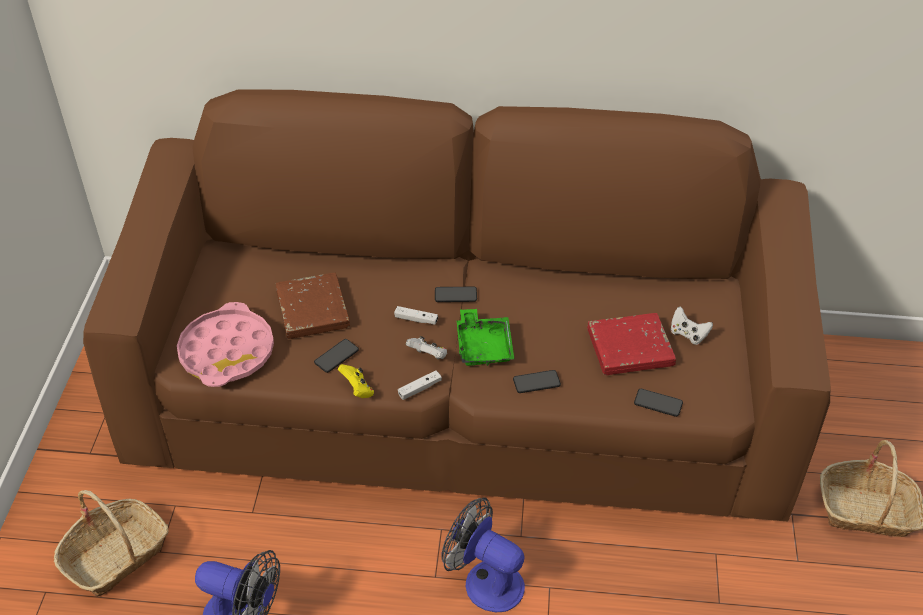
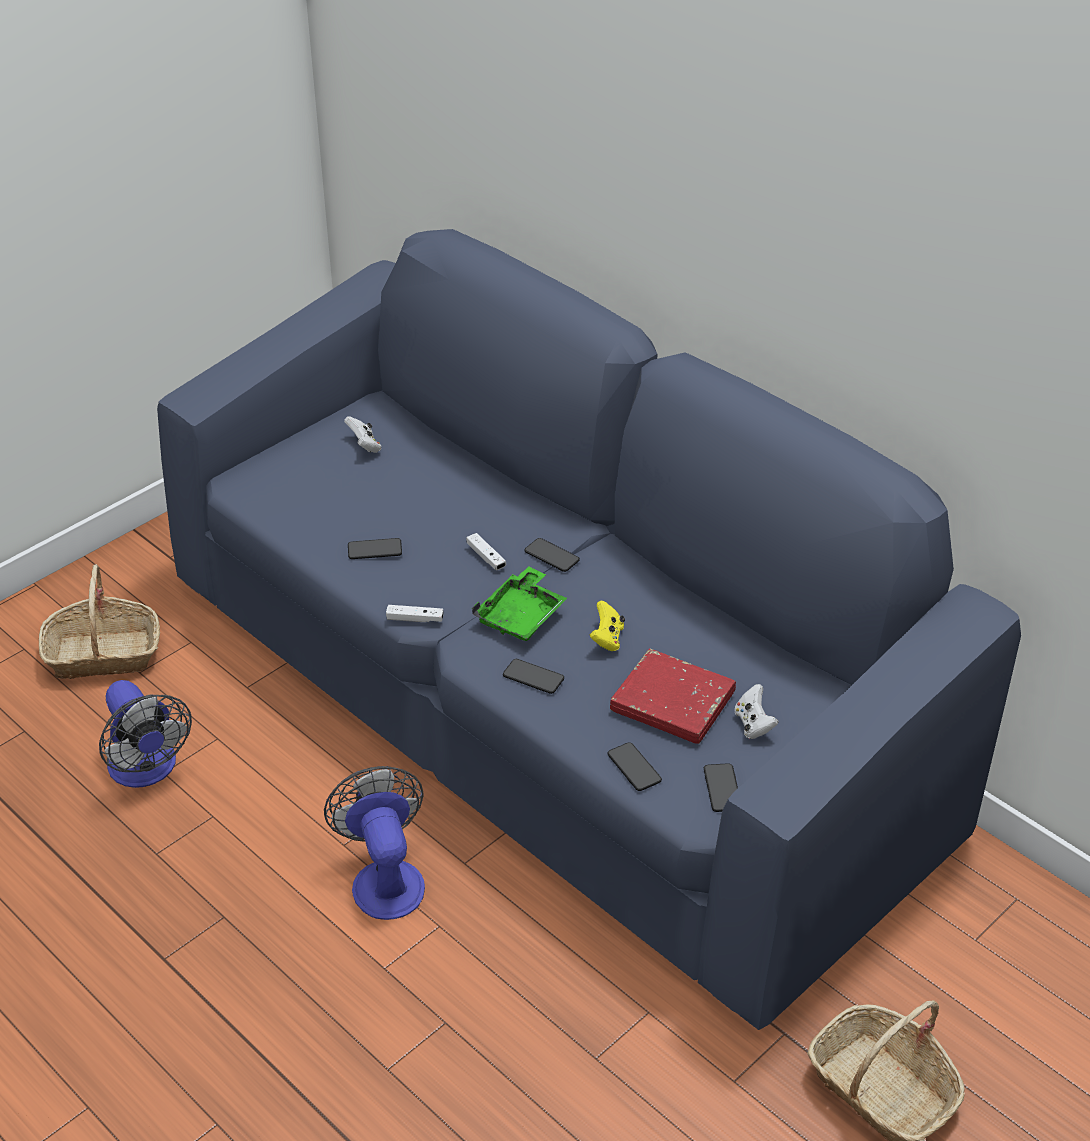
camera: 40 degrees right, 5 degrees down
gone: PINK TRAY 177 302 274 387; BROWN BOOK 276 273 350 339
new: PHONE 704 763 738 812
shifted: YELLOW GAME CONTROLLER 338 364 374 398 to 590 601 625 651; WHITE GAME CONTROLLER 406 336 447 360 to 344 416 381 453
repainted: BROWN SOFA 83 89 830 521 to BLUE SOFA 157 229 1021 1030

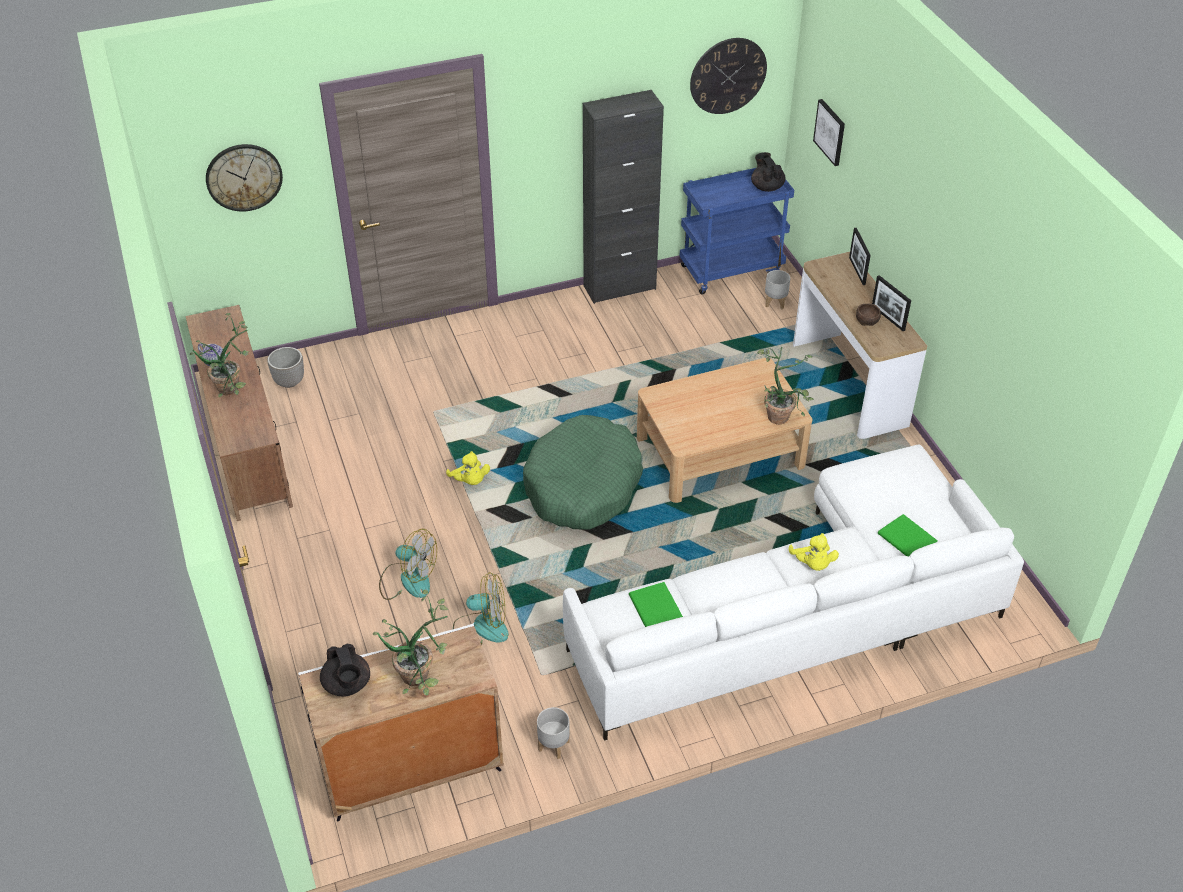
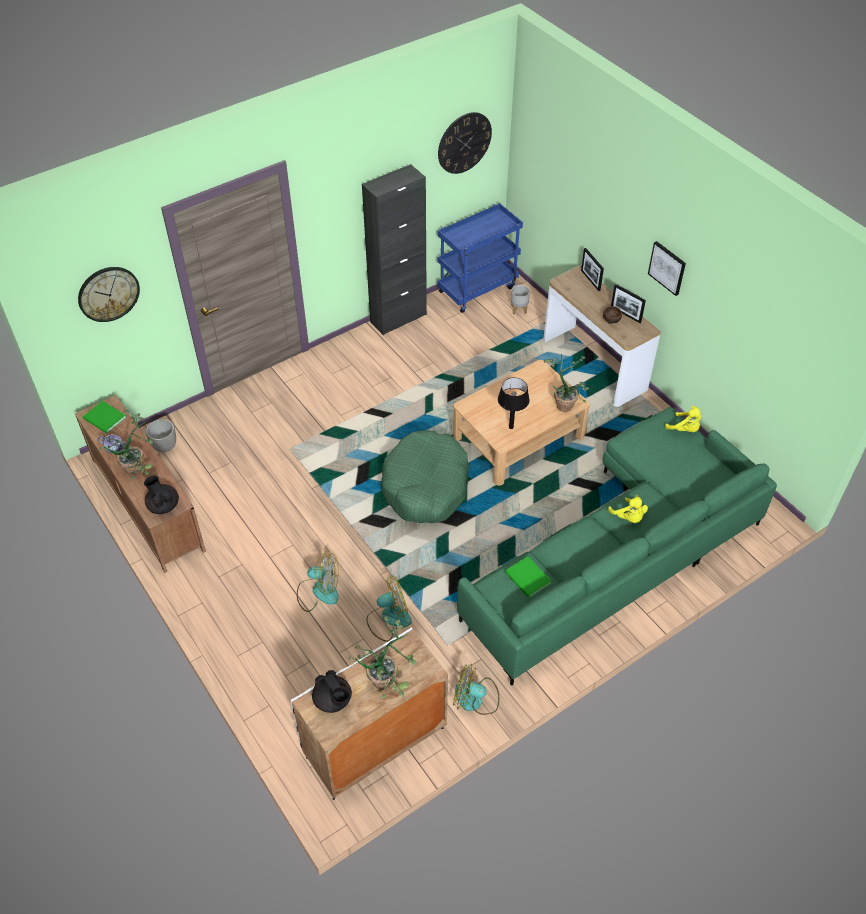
camera: 15 degrees left, 5 degrees up
new: BLACK TABLE LAMP 498 377 530 429
shifted: YELLOW PLUSH TOY 446 451 490 485 to 665 406 701 432; BLACK TEAPOT 751 152 786 192 to 144 475 179 514; PICTURE 813 99 845 166 to 648 241 686 296; GREEN BOOK 878 514 938 556 to 83 401 127 433
swapped: GREY PLANTER 537 707 570 759 to FAN 453 663 499 715
repainted: WHITE SOFA 563 444 1024 741 to GREEN SOFA 457 407 777 686

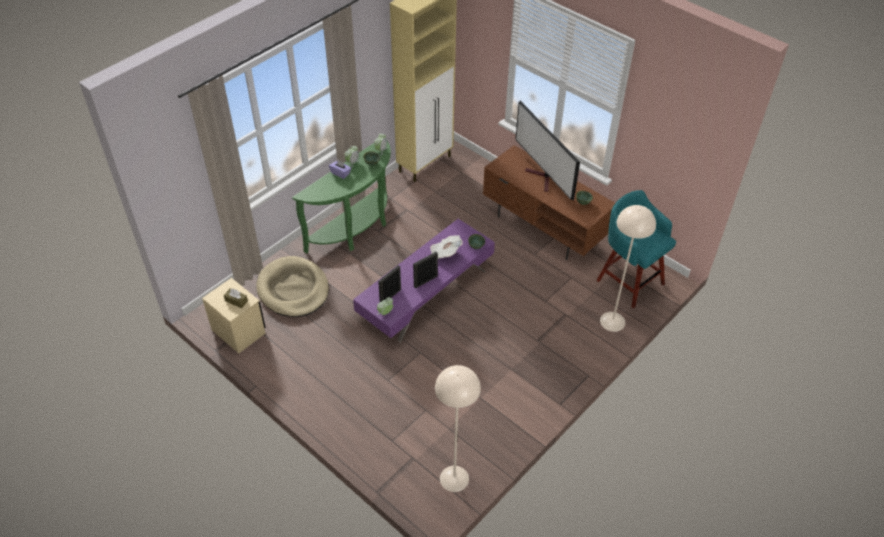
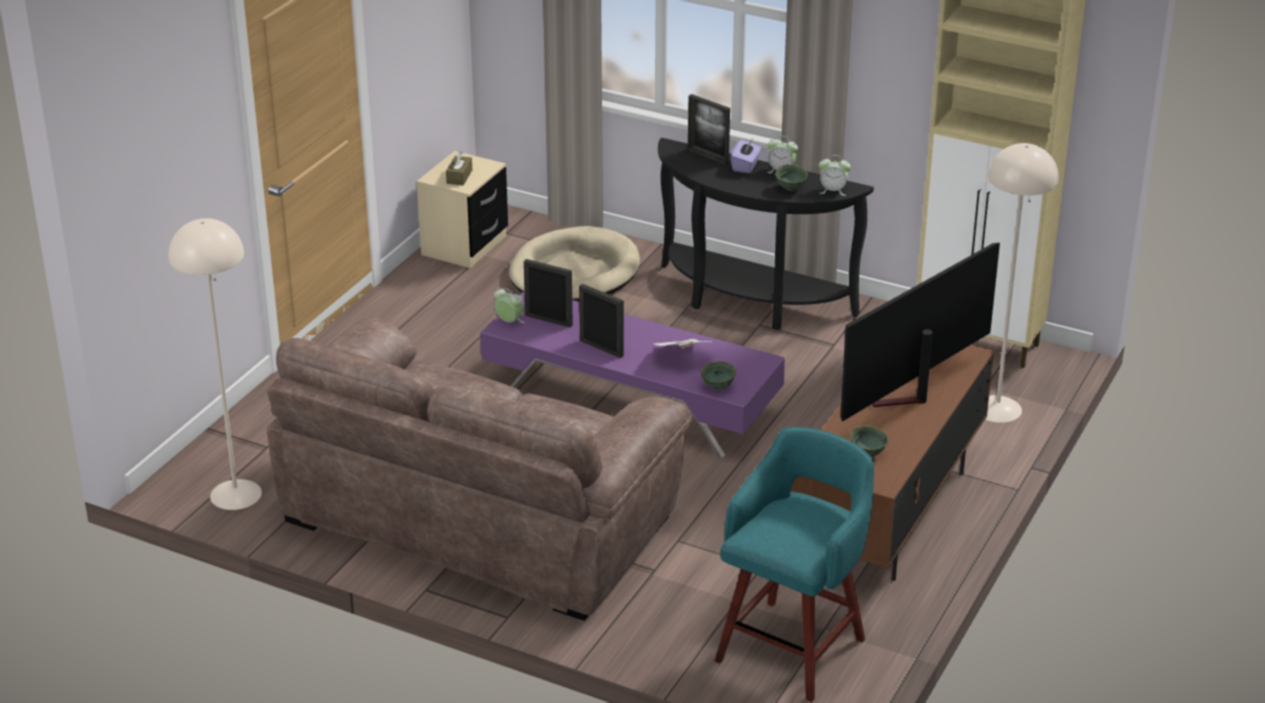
camera: 75 degrees right, 15 degrees down
new: BROWN SOFA 267 316 692 621; PICTURE FRAME 688 94 730 165
shifted: BEIGE FLOOR LAMP 600 205 656 332 to 985 143 1059 423
repainted: GREEN CONSOLE TABLE 292 141 391 254 to BLACK CONSOLE TABLE 658 138 874 330

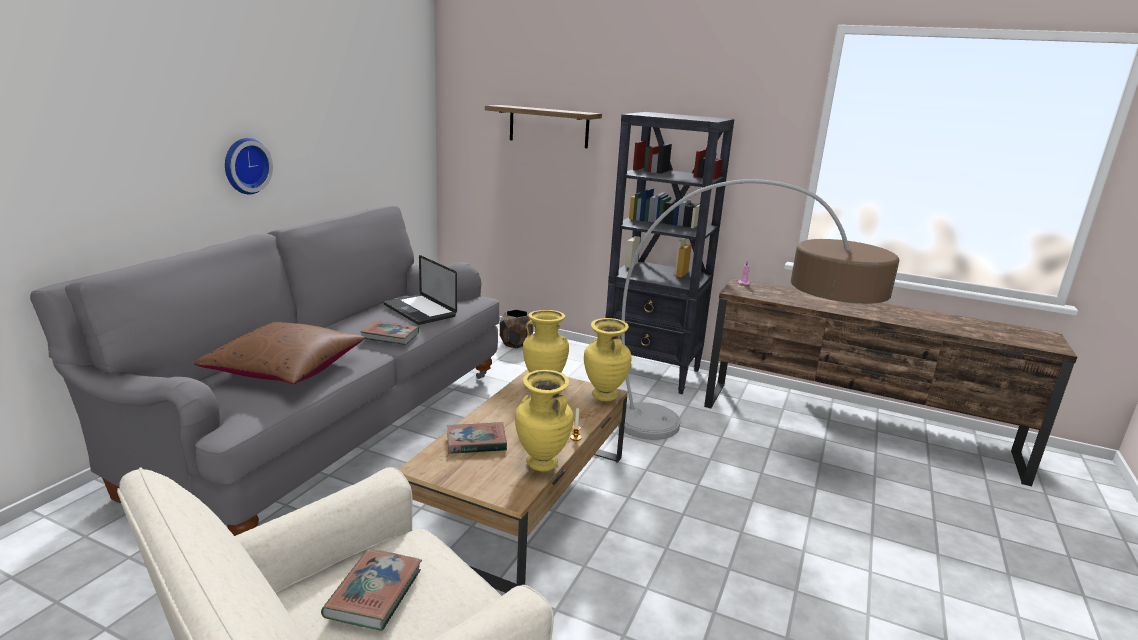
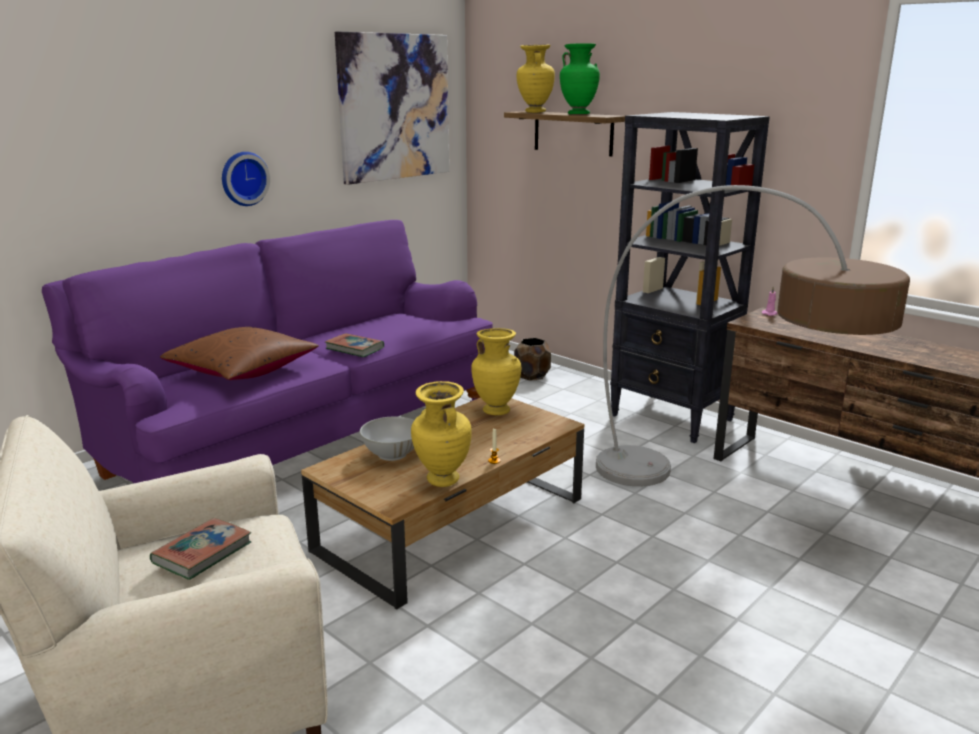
camera: 20 degrees right, 0 degrees up
gone: LAPTOP 383 255 457 325
new: PICTURE 335 32 449 185; GREEN VASE 560 43 600 114
shifted: YELLOW VASE 584 318 632 401 to 517 45 555 113
swapped: BOOK 447 422 507 454 to WHITE BOWL 360 417 414 461
repainted: GREY SOFA 30 206 500 536 to PURPLE SOFA 42 220 493 483

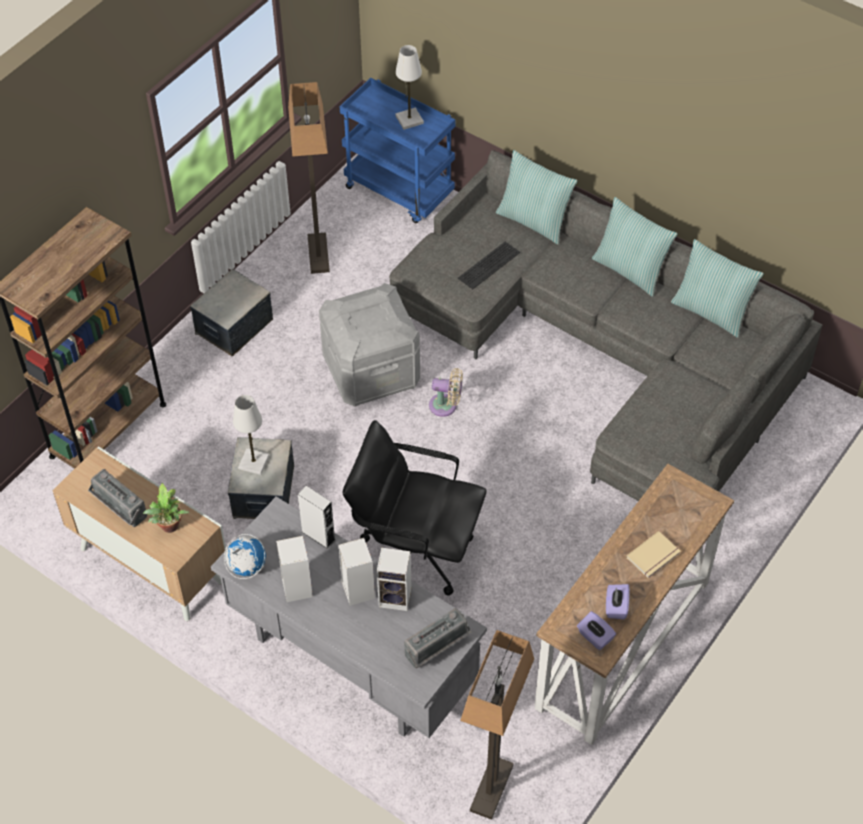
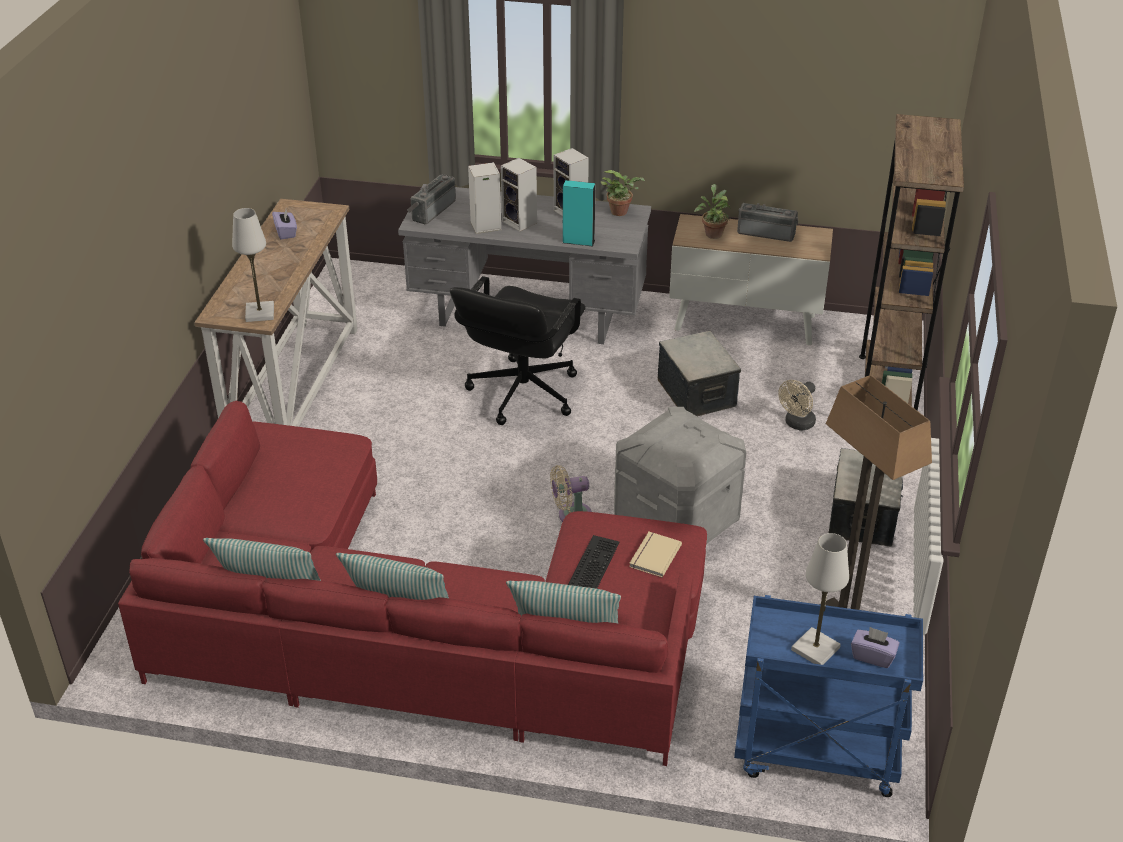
camera: 155 degrees right, 15 degrees down
gone: FLOOR LAMP 460 630 534 820
new: BEIGE FAN 778 380 816 430
shifted: WHITE TABLE LAMP 233 395 269 475 to 232 208 274 322; PURPLE TISSUE BOX 577 611 616 650 to 851 627 899 668; BEIGE BOOK 626 531 681 579 to 629 532 682 578
swapped: GLOBE 224 534 266 579 to POTTED PLANT 601 170 645 216
repainted: GREY SPEAKER 298 486 335 549 to TURQUOISE SPEAKER 562 180 595 246; GREY SOFA 389 150 822 501 to RED SOFA 118 401 707 766
rotated: BLACK OFFICE CHAIR 342 420 487 596 = 450 276 586 425 120 degrees clockwise

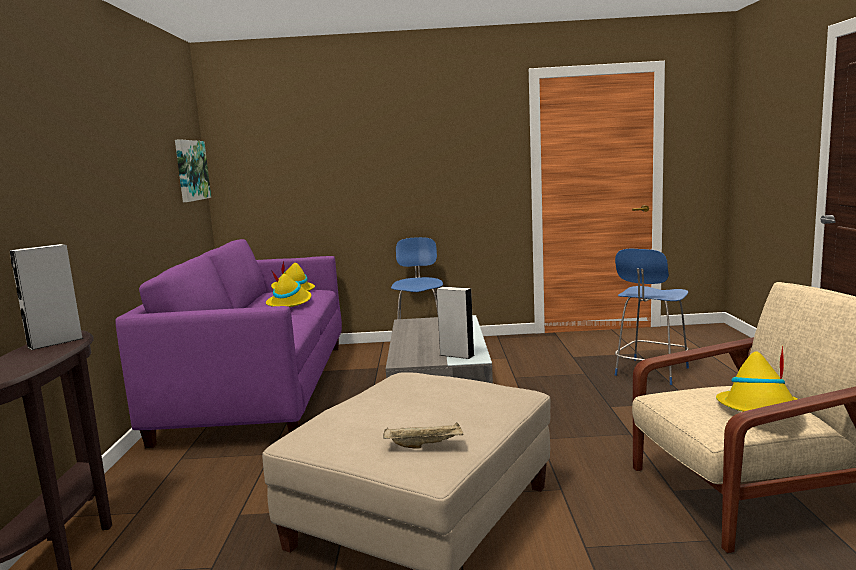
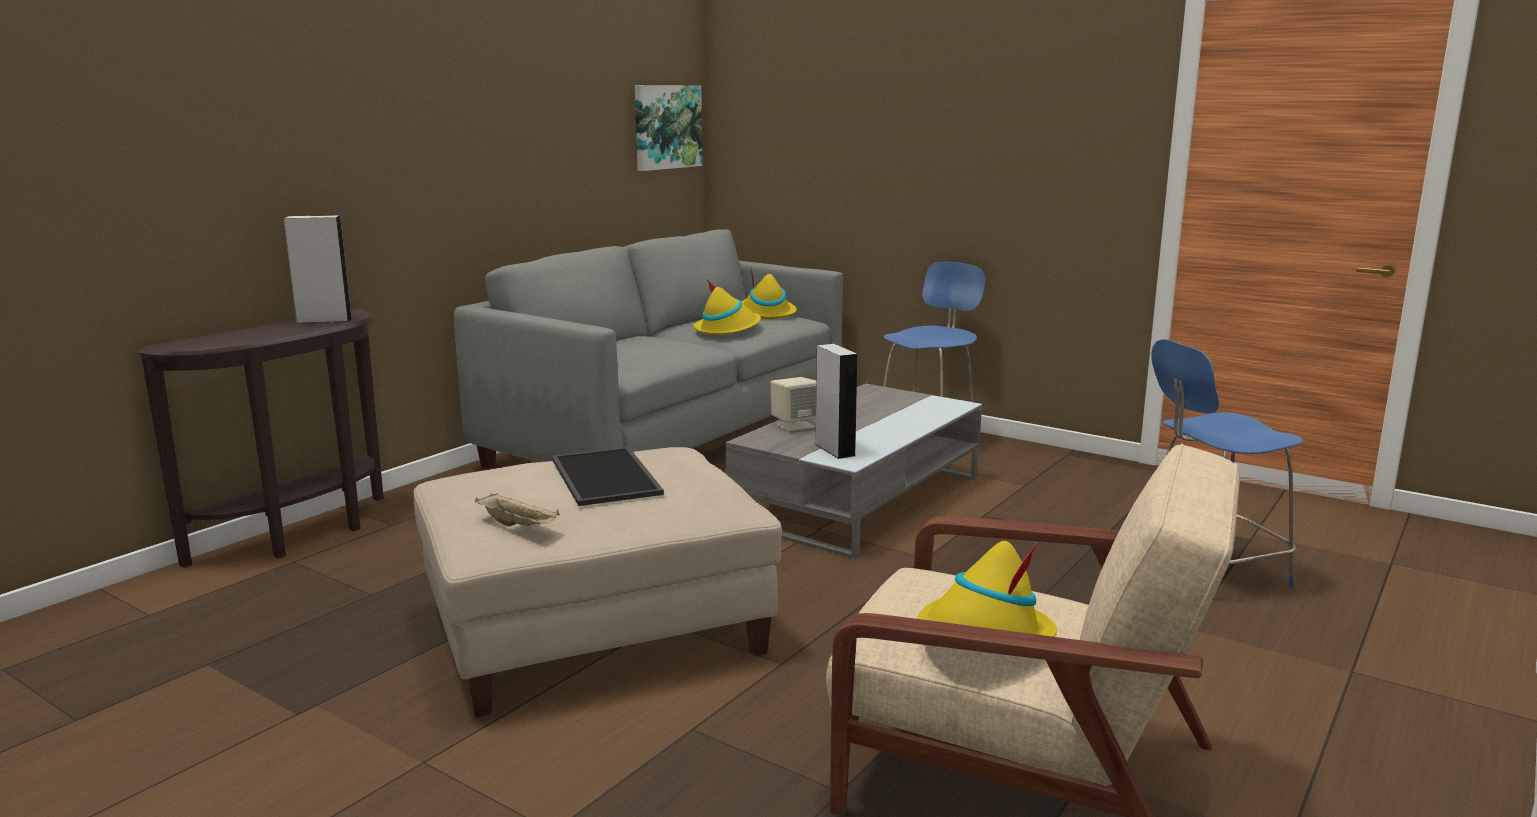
camera: 35 degrees right, 5 degrees up
new: TRAY 552 447 664 506; BEIGE SPEAKER 770 377 816 432
repainted: PURPLE SOFA 115 239 342 448 to GREY SOFA 454 229 843 469

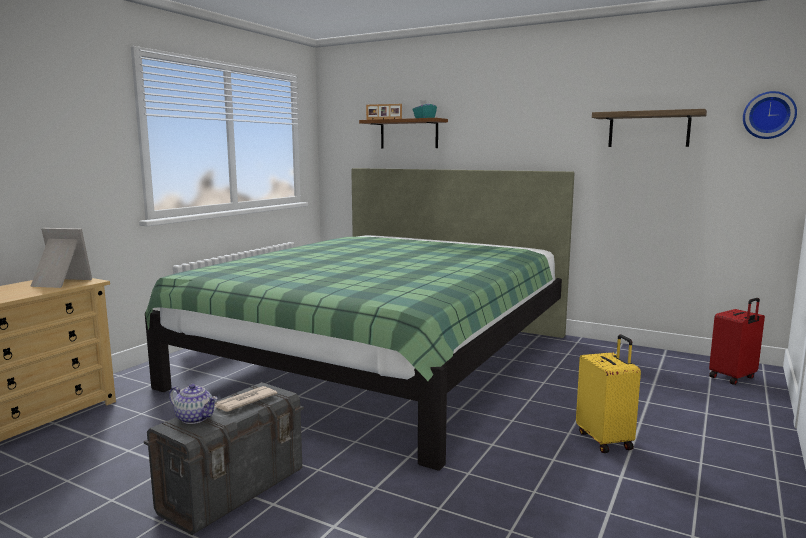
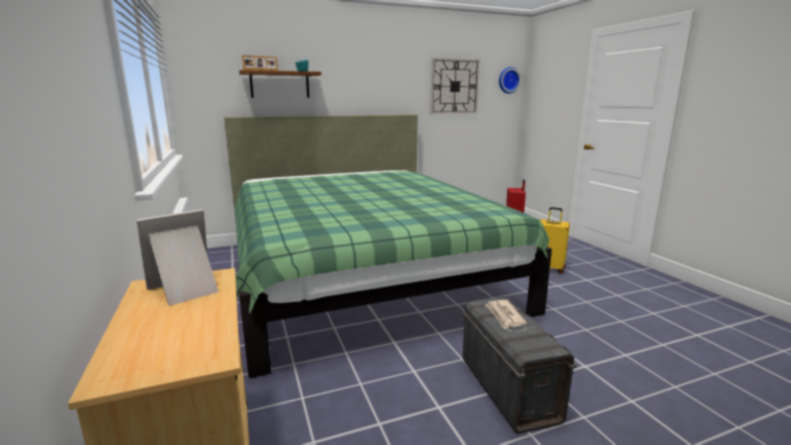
camera: 50 degrees left, 5 degrees up
gone: TEAPOT 169 384 218 424
swapped: SHELF 592 109 707 147 to WALL CLOCK 430 58 480 114

